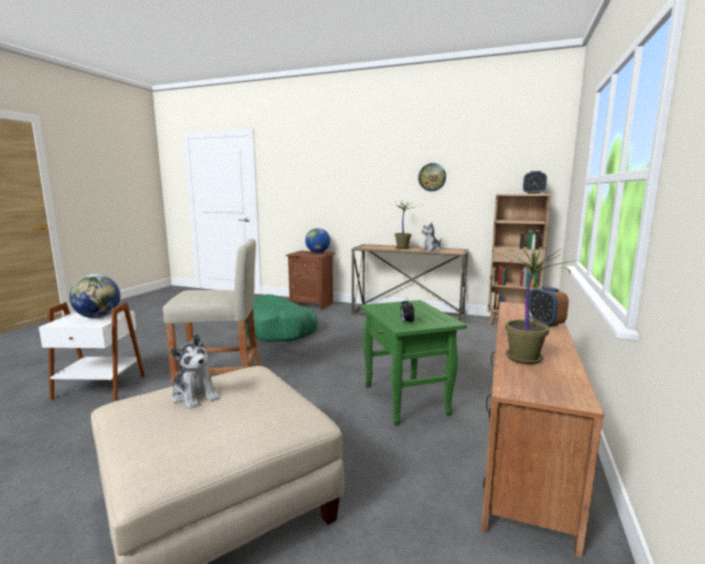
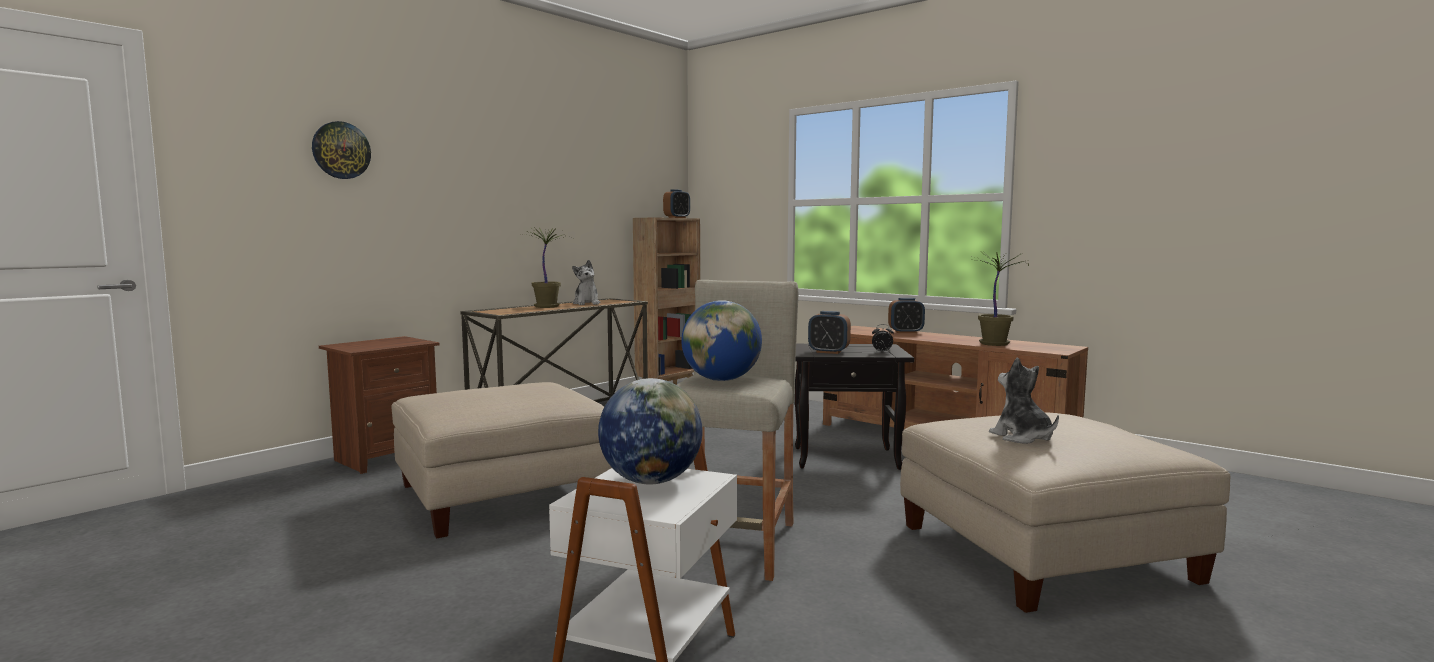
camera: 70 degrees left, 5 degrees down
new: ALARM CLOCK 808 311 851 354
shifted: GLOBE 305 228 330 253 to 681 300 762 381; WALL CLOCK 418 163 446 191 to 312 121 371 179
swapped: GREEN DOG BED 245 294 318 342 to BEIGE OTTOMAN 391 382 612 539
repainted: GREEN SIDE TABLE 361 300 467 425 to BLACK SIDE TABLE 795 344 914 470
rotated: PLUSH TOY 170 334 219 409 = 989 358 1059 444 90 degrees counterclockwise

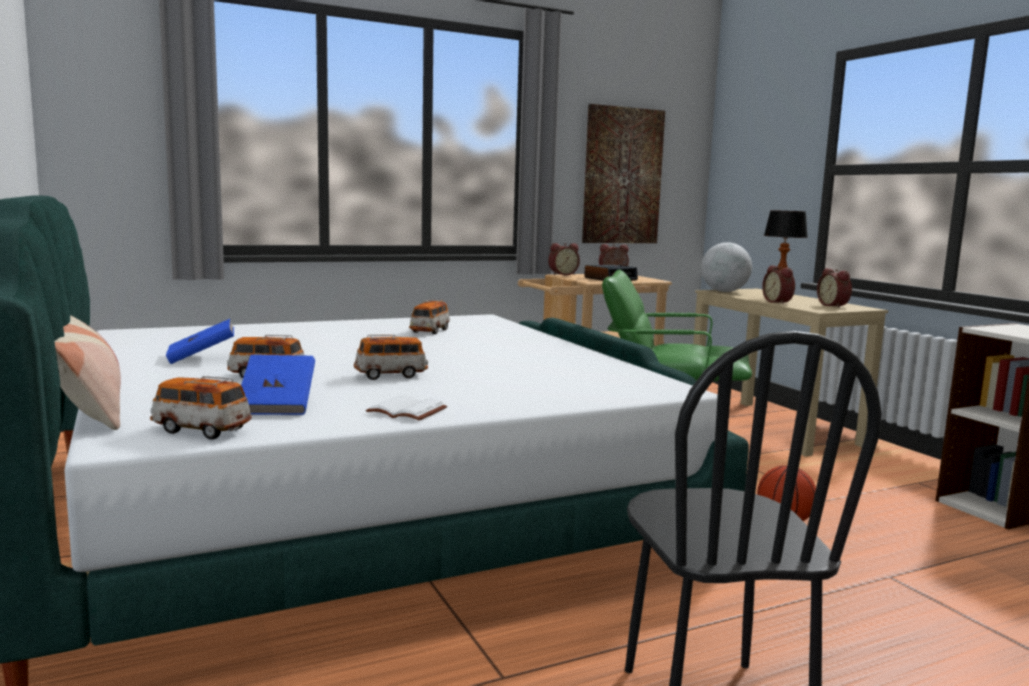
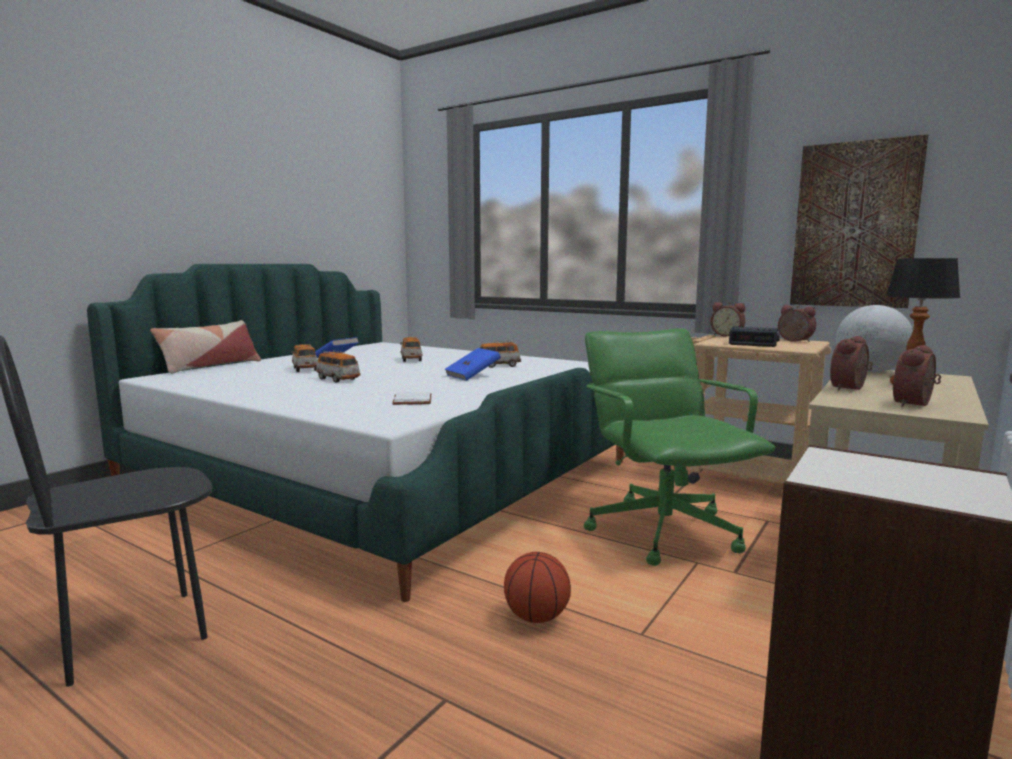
camera: 60 degrees right, 0 degrees up
shifted: TOY CAR 150 376 252 440 to 400 337 422 362; BLUE BOOK 241 355 315 415 to 444 348 501 381; WHITE BOOK 366 395 447 421 to 392 392 431 405

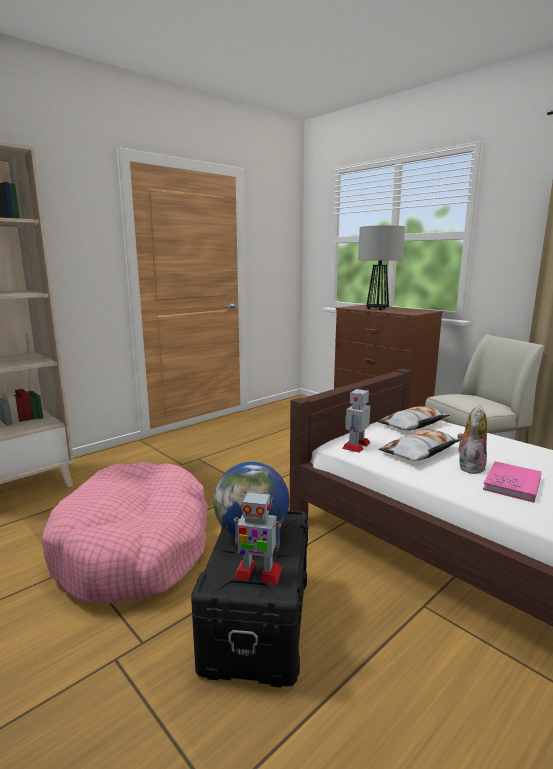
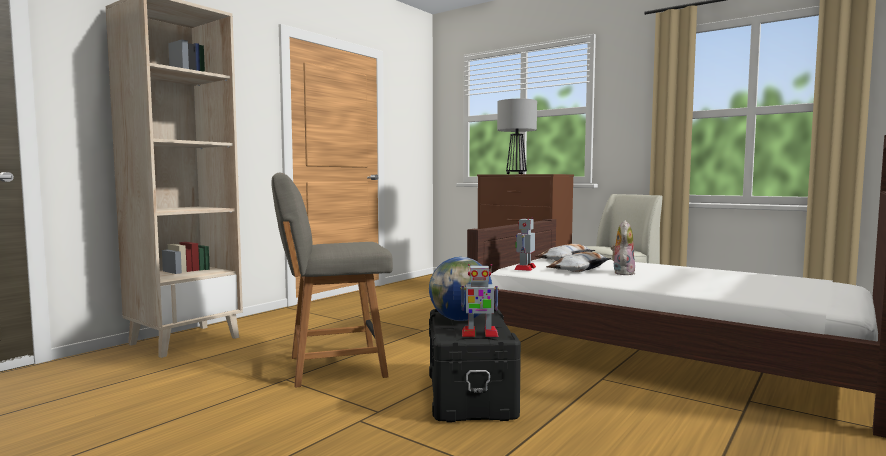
camera: 10 degrees left, 10 degrees down
gone: PINK BOOK 483 461 542 503
swapped: PINK DOG BED 42 462 207 604 to GREY CHAIR 271 173 393 388

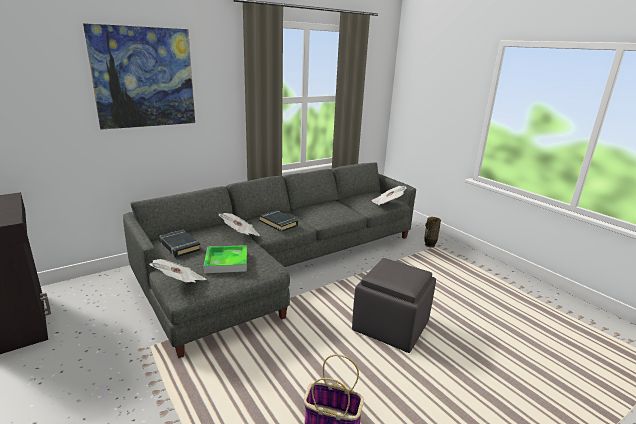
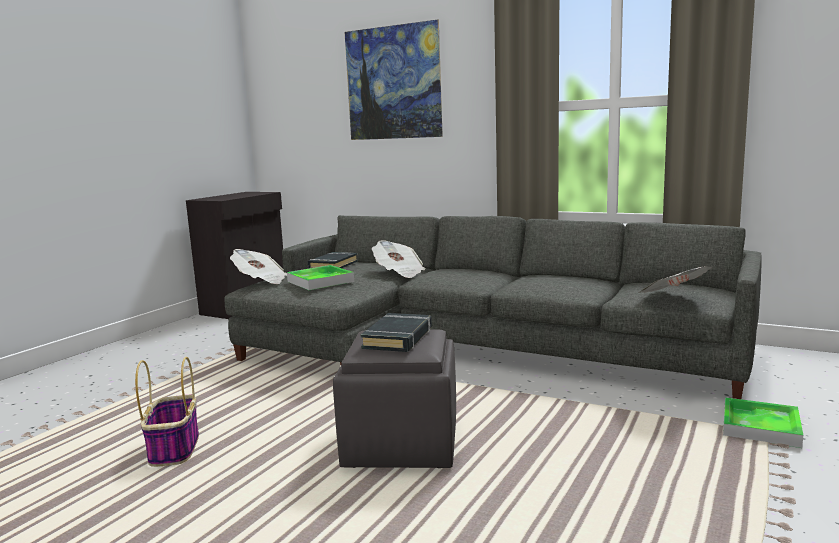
camera: 65 degrees right, 10 degrees down
shifted: BLACK BOOK 259 210 298 232 to 361 313 432 352
swapped: VASE 424 217 441 248 to TRAY 723 397 803 448

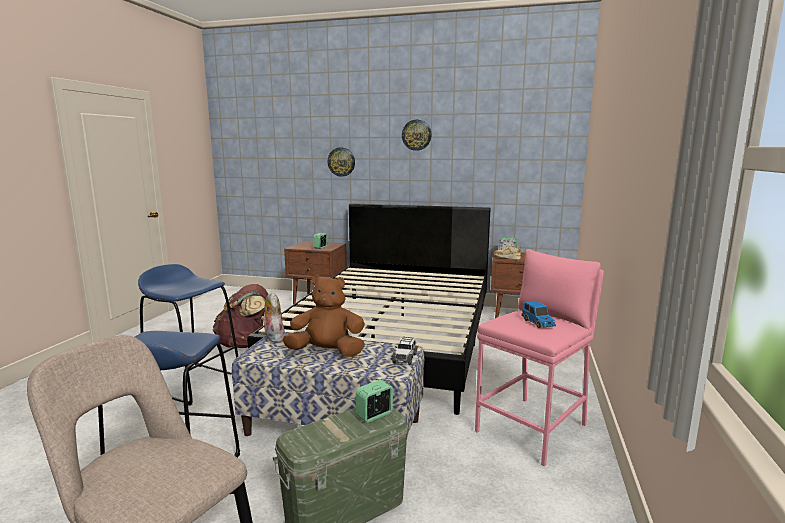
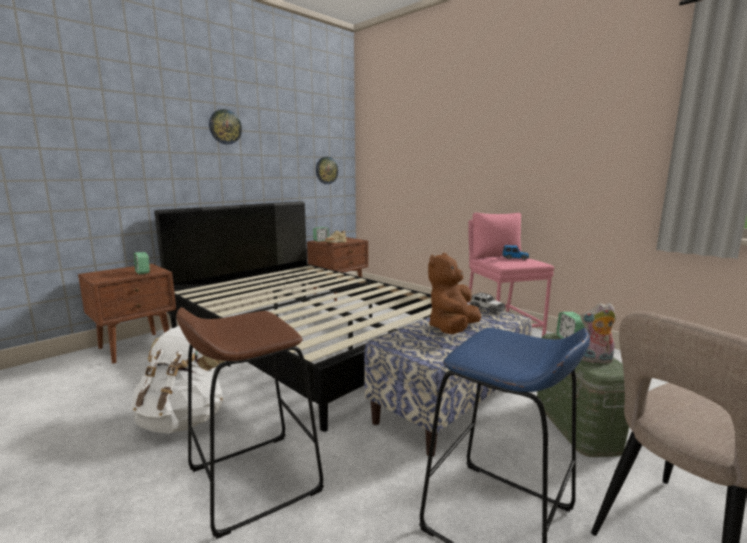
camera: 60 degrees left, 0 degrees up
shifted: PLUSH TOY 261 291 285 342 to 580 303 616 363; WALL CLOCK 328 148 355 177 to 316 157 338 184
repainted: BLUE STOOL 138 264 238 406 to BROWN STOOL 176 307 324 539; BROWN BACKPACK 212 284 268 348 to WHITE BACKPACK 131 326 225 433

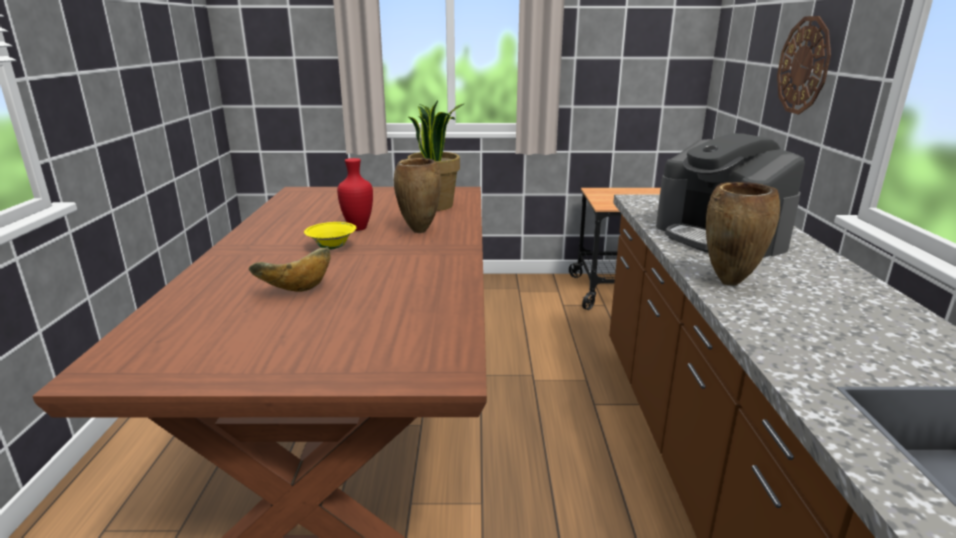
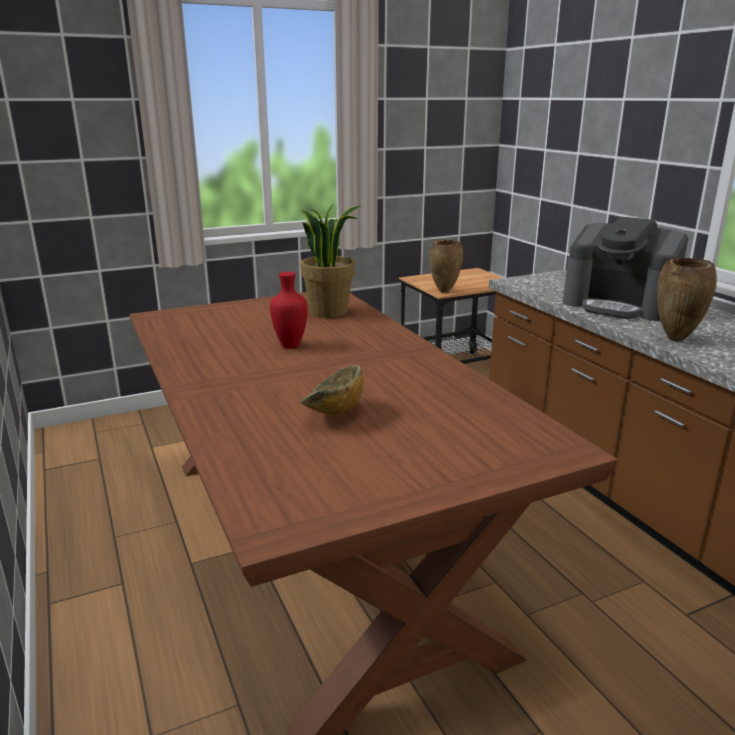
camera: 25 degrees left, 0 degrees up
gone: YELLOW BOWL 304 222 356 249; WALL CLOCK 777 16 831 114
shifted: BROWN VASE 394 158 441 233 to 430 240 463 293

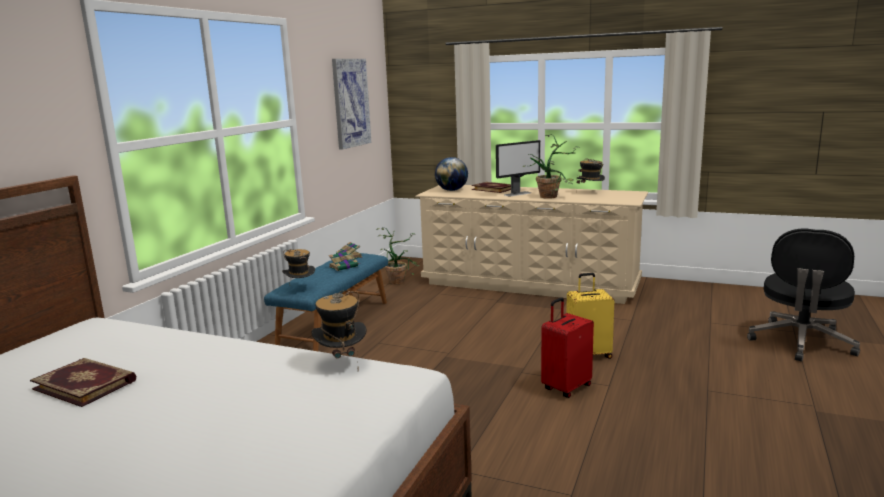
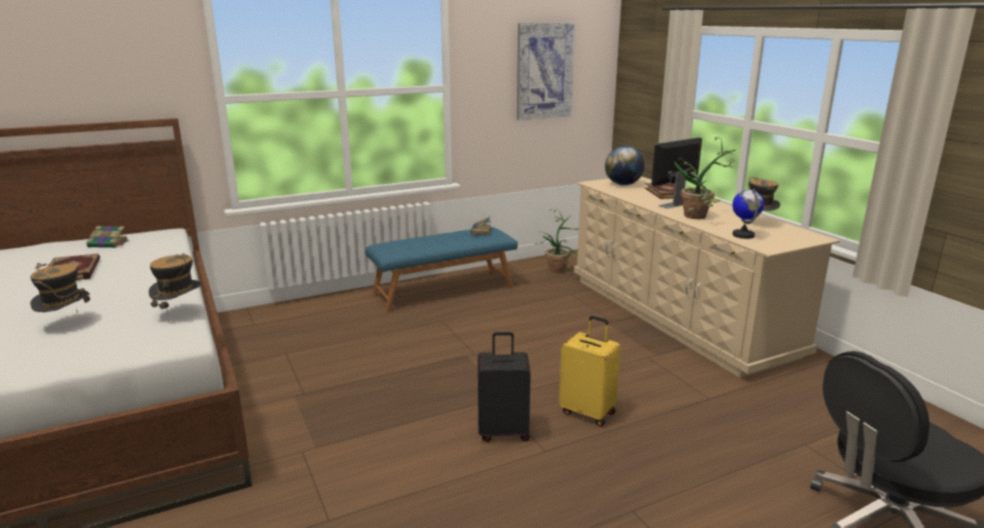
camera: 40 degrees right, 5 degrees up
new: GLOBE 732 188 764 239
shifted: HAT 282 249 315 284 to 30 263 90 313; BOOK 329 251 361 271 to 86 226 129 248
repainted: RED SUITCASE 541 298 594 398 to BLACK SUITCASE 478 332 531 442
rotated: MONITOR 496 140 540 196 = 651 137 702 208 135 degrees clockwise

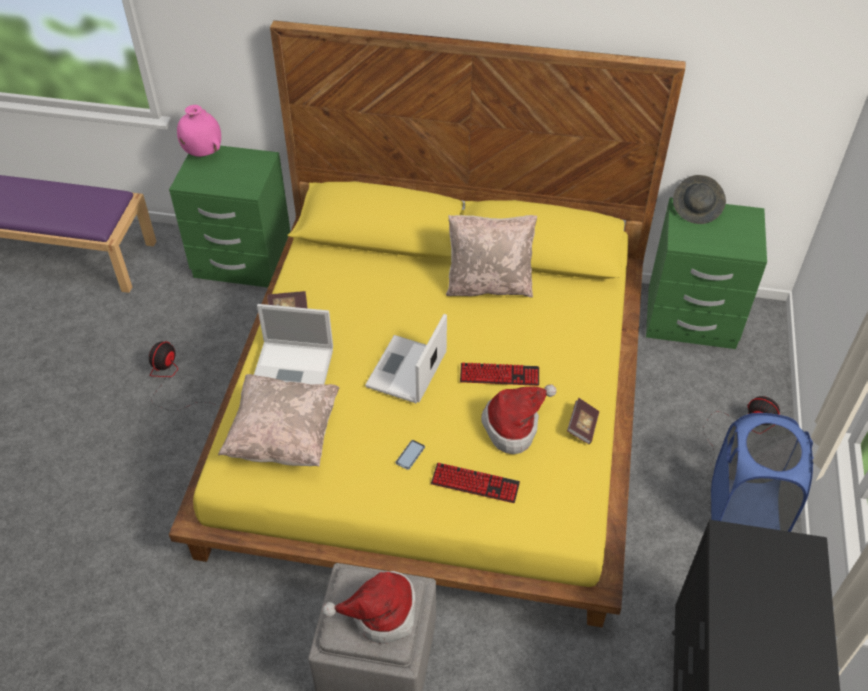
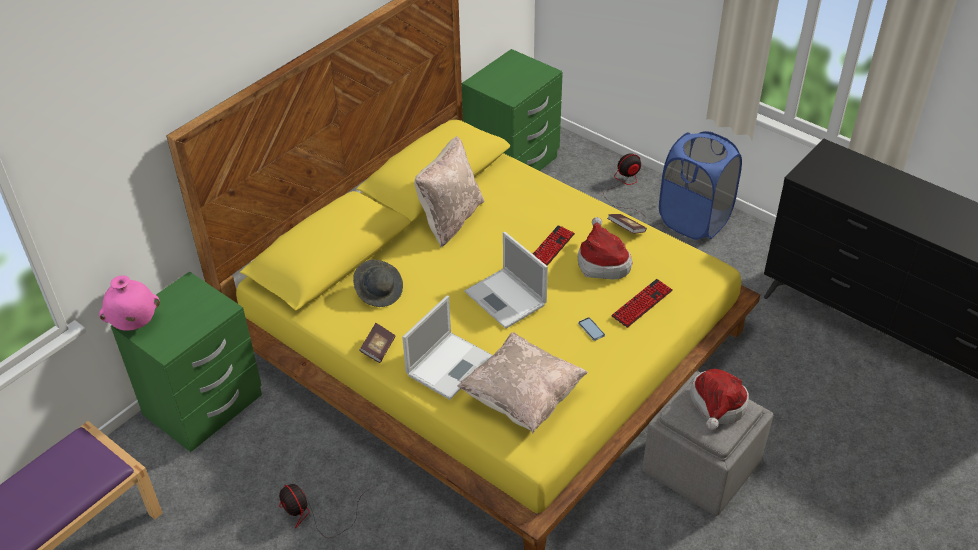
camera: 60 degrees left, 5 degrees down
shifted: GREY HAT 673 175 726 224 to 353 260 403 307

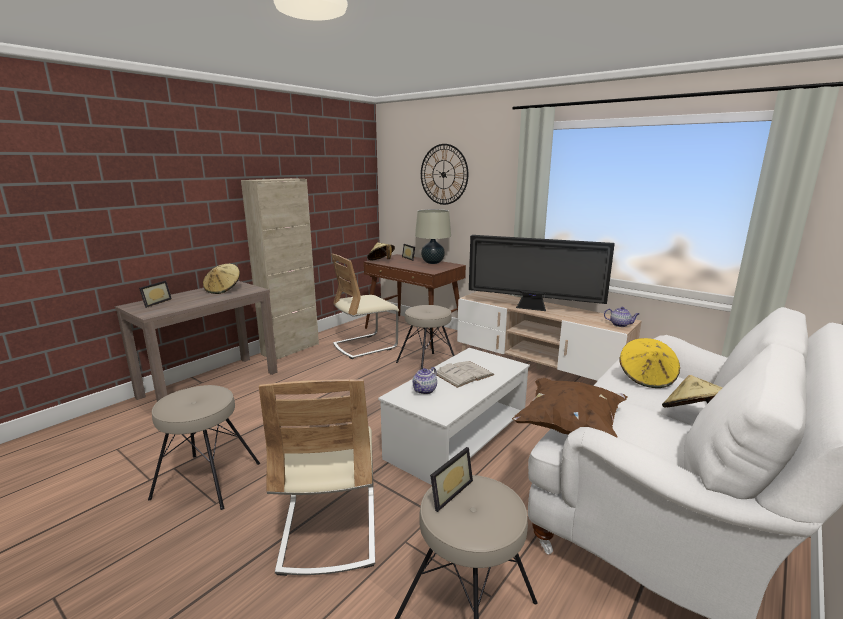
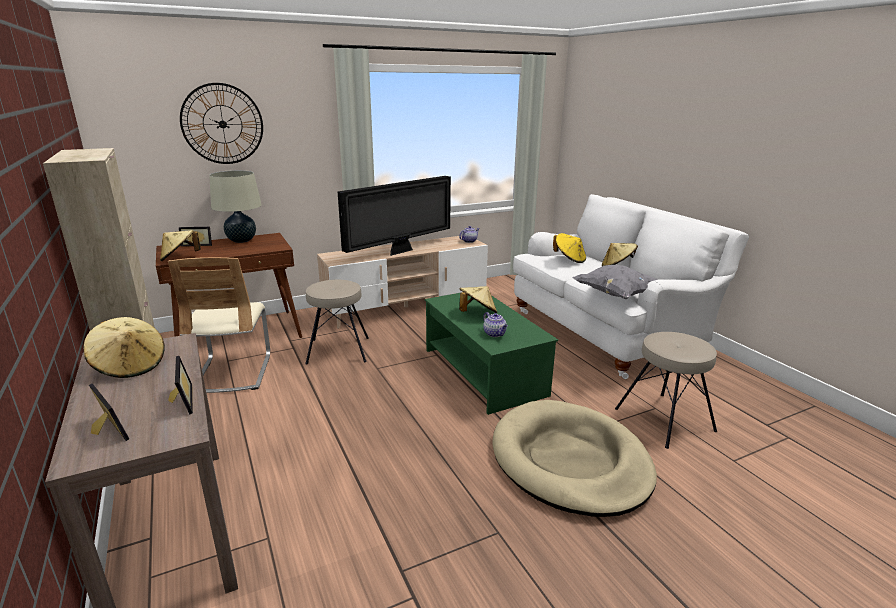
camera: 65 degrees left, 5 degrees up
gone: BEIGE STOOL 148 385 260 510
shifted: PICTURE FRAME 430 447 473 512 to 168 356 193 415
swapped: BEIGE CHAIR 259 379 375 576 to BEIGE DOG BED 492 400 657 517; WHITE BOOK 436 361 494 388 to BEIGE HAT 459 286 497 313
repainted: WHITE COFFEE TABLE 378 348 530 485 to GREEN COFFEE TABLE 425 293 558 415; BROWN PILLOW 512 378 628 438 to GREY PILLOW 572 265 658 299

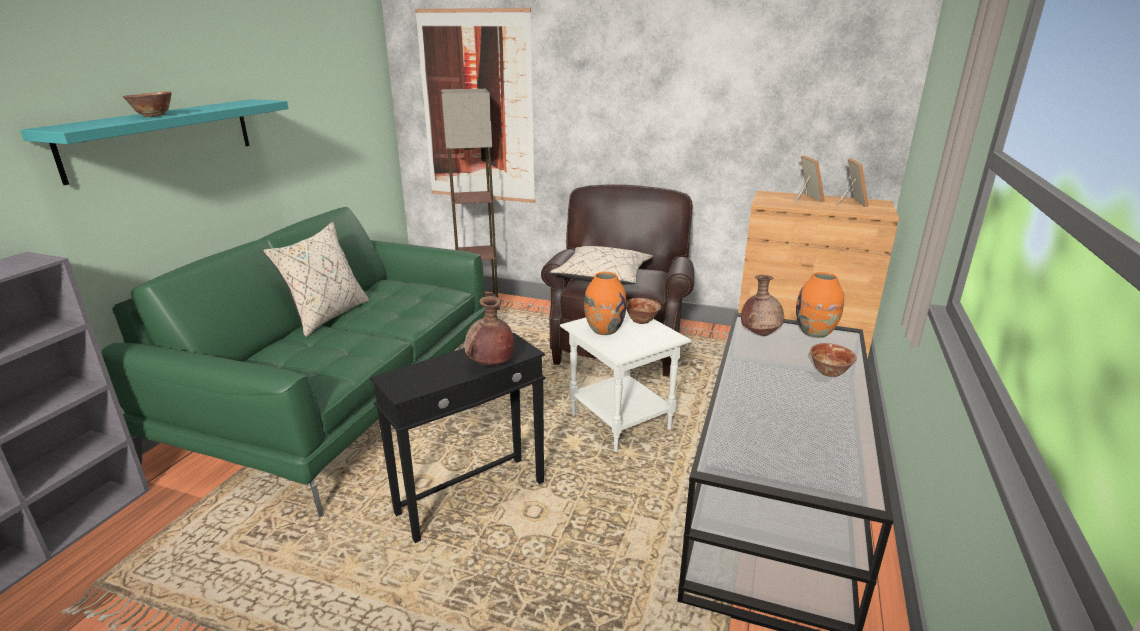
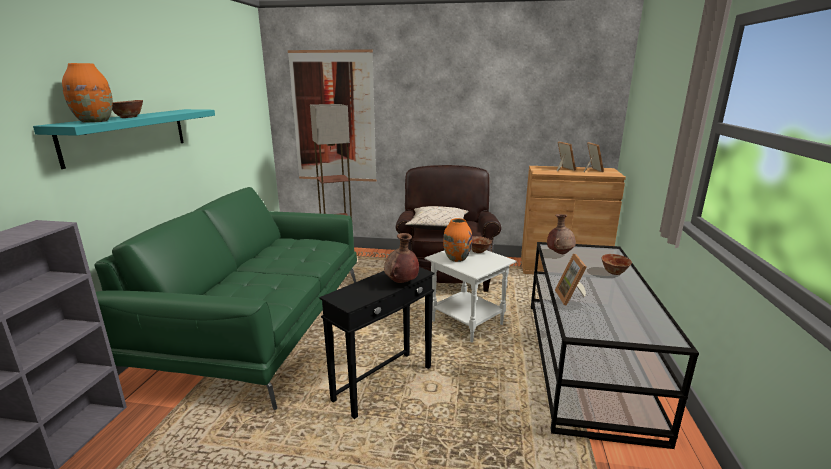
camera: 10 degrees left, 5 degrees down
gone: BEIGE PILLOW 263 222 370 337
new: PICTURE FRAME 555 253 587 306
shifted: ORANGE VASE 796 272 844 338 to 62 63 113 123

